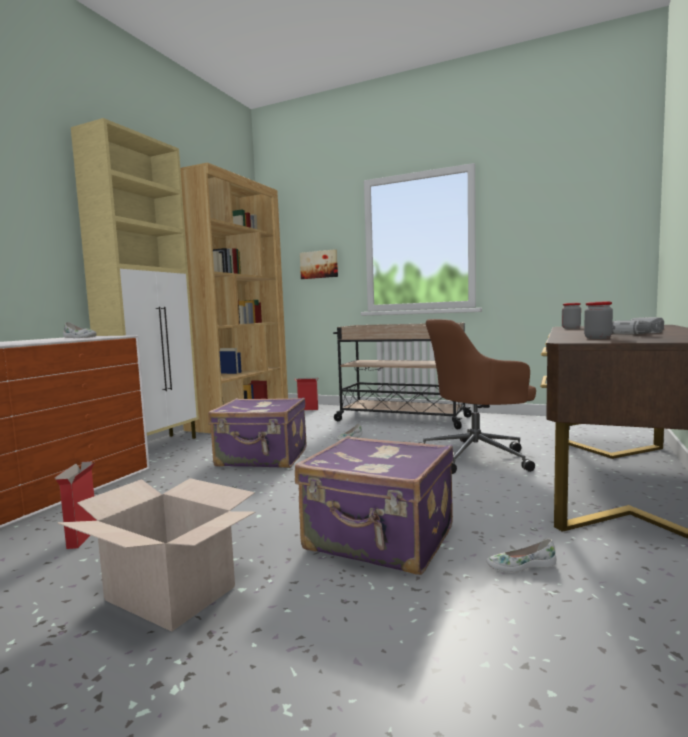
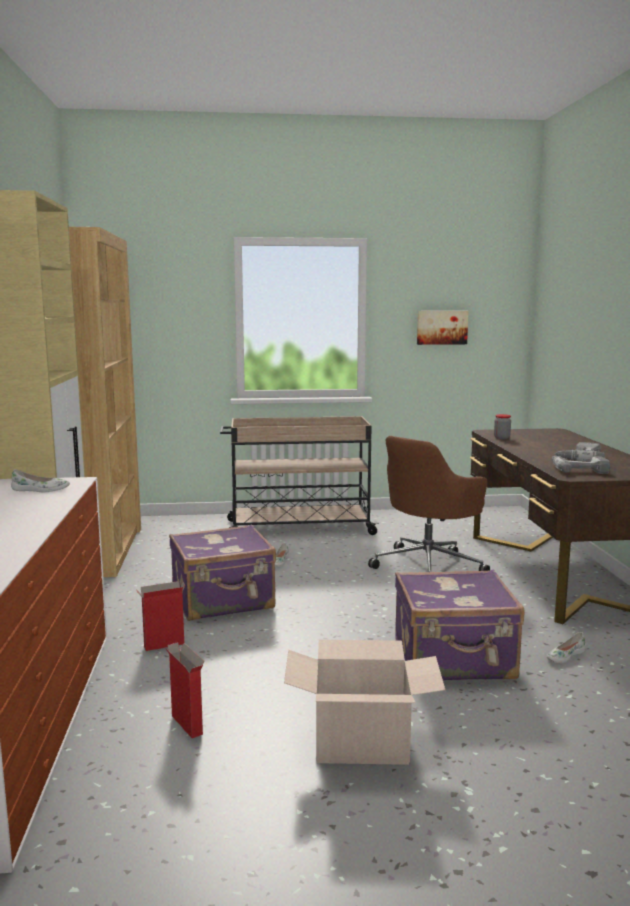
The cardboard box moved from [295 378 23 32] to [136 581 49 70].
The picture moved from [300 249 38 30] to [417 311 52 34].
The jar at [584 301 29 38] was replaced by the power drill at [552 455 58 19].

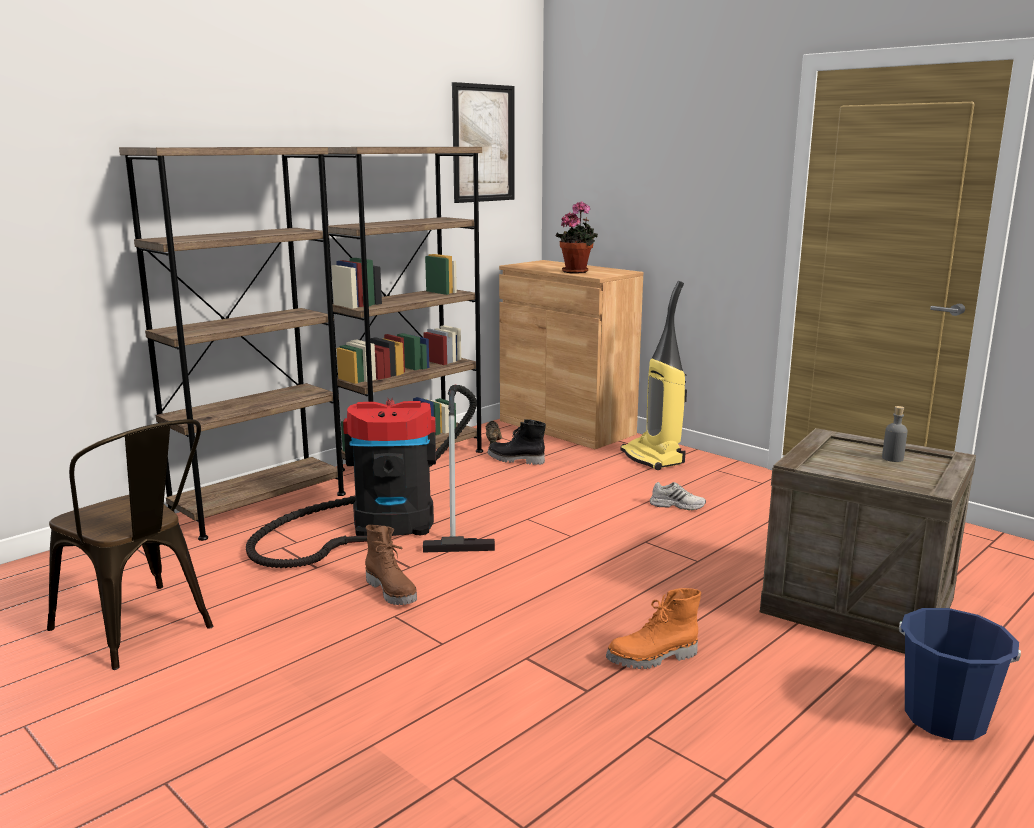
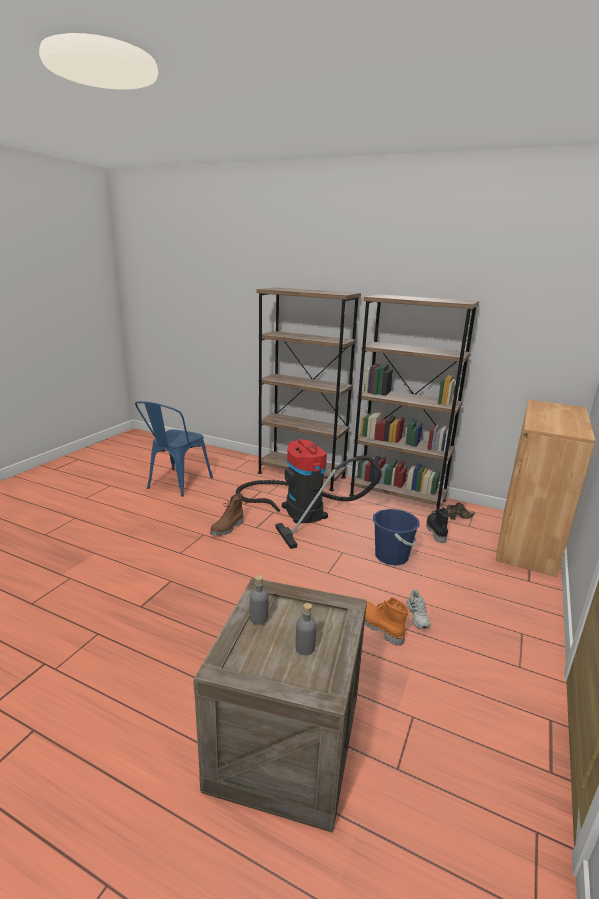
The chair (brown) at [47 419 166 251] became the chair (blue) at [135 401 78 96].
The picture at [452 82 63 121] disappeared.
The potted plant at [555 201 43 72] disappeared.
The boot (orange) moved from [606 588 95 81] to [365 597 44 49].
The vacuum cleaner at [620 281 67 189] disappeared.
The bucket (blue) moved from [899 608 122 132] to [373 509 47 57].
The bottle (grey) at [250 575 19 50] appeared.

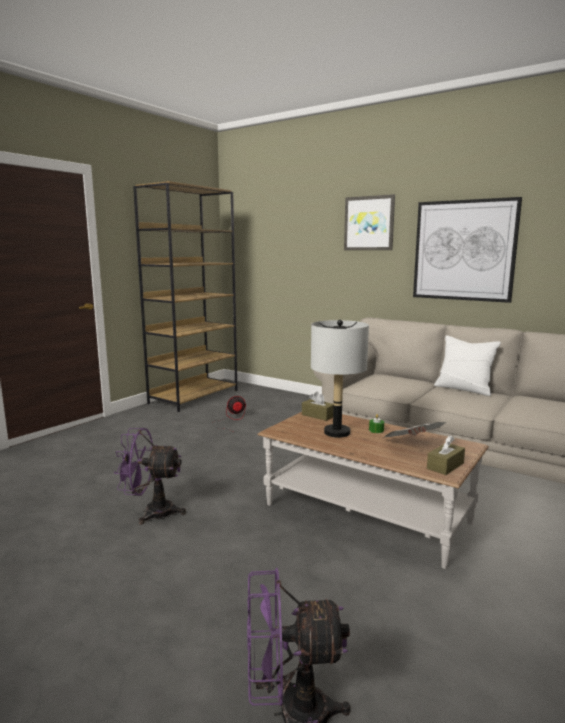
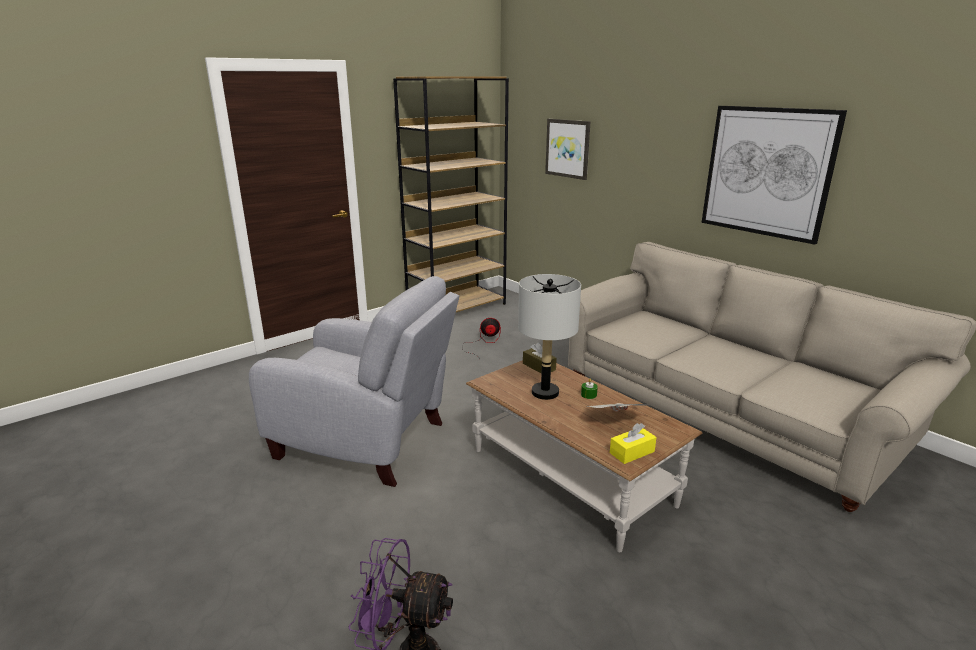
The fan (purple) at [114 428 72 97] was replaced by the armchair (grey) at [249 276 210 211].
The picture moved from [344 194 51 56] to [545 119 45 61].
The tissue box (brown) at [427 435 38 40] became the tissue box (yellow) at [610 423 47 41].
The pillow (white) at [434 335 67 61] disappeared.

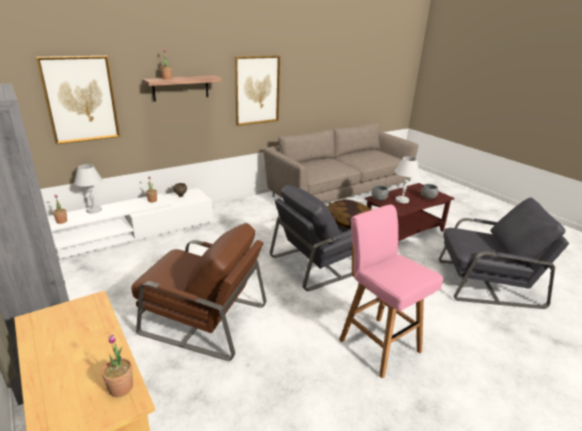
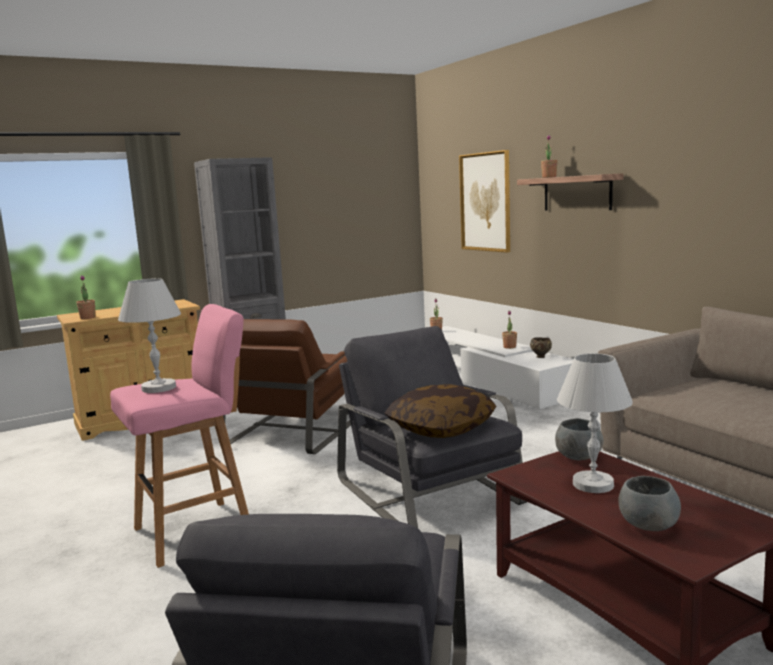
The table lamp (white) moved from [74 164 28 50] to [118 278 63 115].
The picture at [235 55 45 71] disappeared.

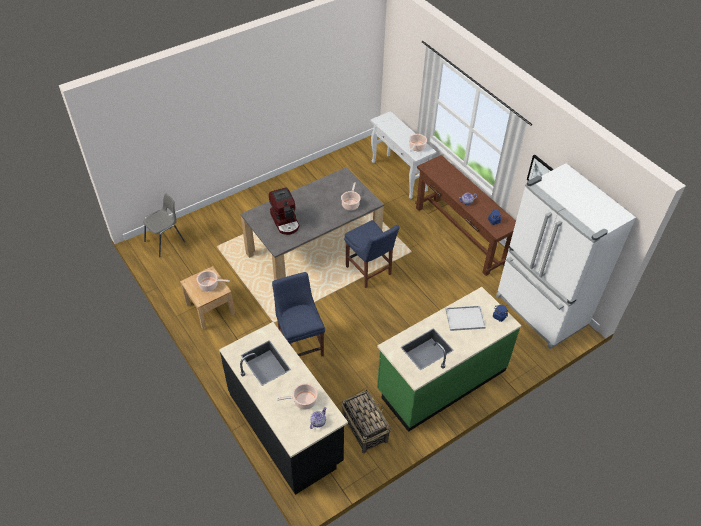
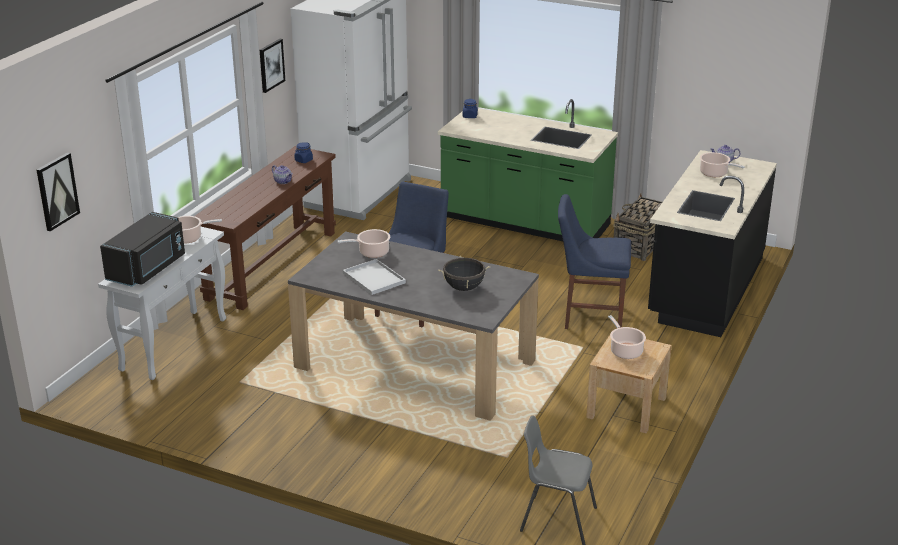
The coffee machine at [269 187 31 48] was replaced by the cooking pot (black) at [438 256 52 35].
The chair (blue) at [272 272 53 85] turned 60 degrees clockwise.
The tray (white) moved from [445 305 41 26] to [343 259 63 36].
The picture at [37 153 43 78] appeared.
The microwave (black) at [100 212 85 75] appeared.

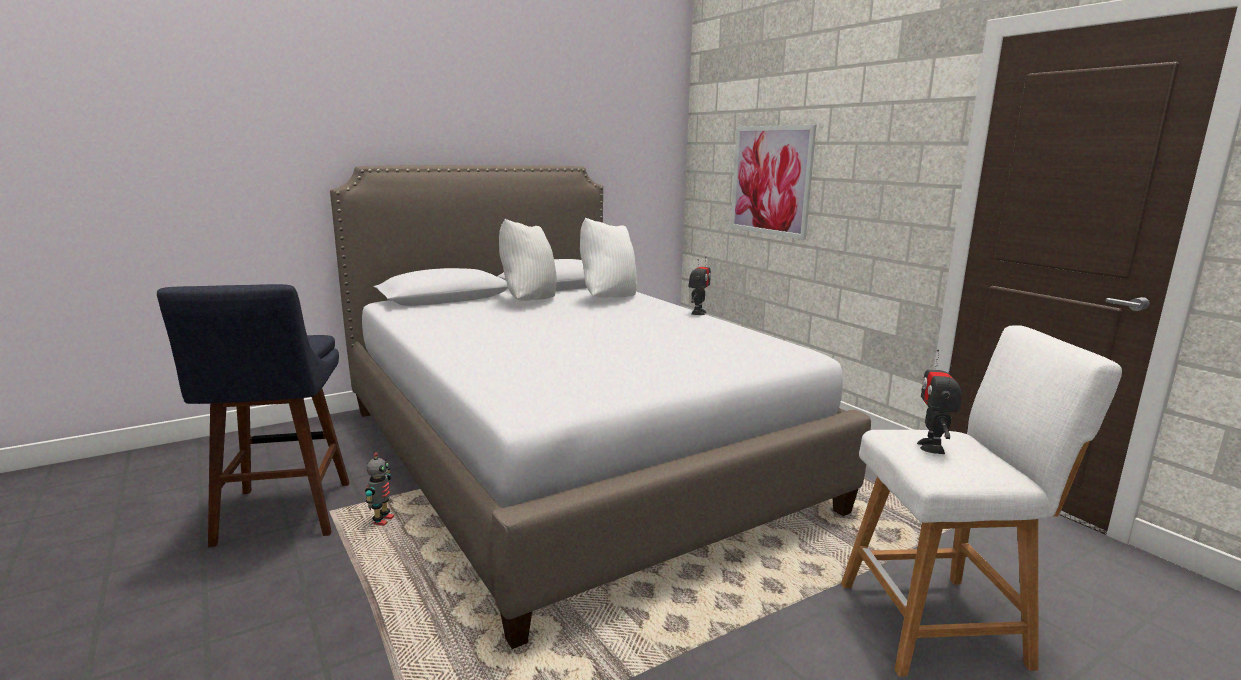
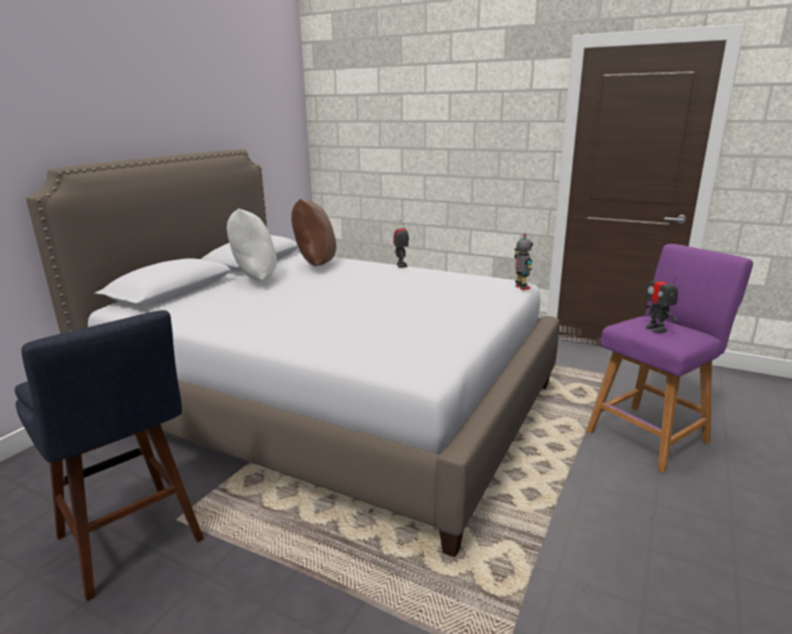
The toy robot moved from [365 452 29 74] to [514 233 19 57].
The pillow (white) at [580 217 57 81] became the pillow (brown) at [291 199 45 67].
The picture at [730 125 86 114] disappeared.
The stool (white) at [841 325 281 352] became the stool (purple) at [586 244 167 229].

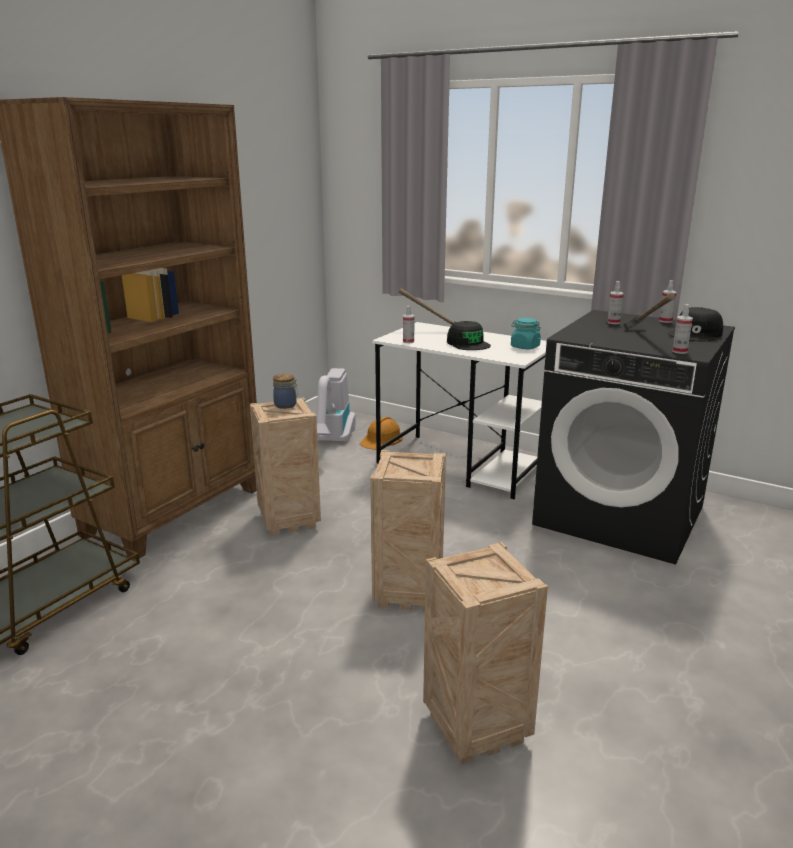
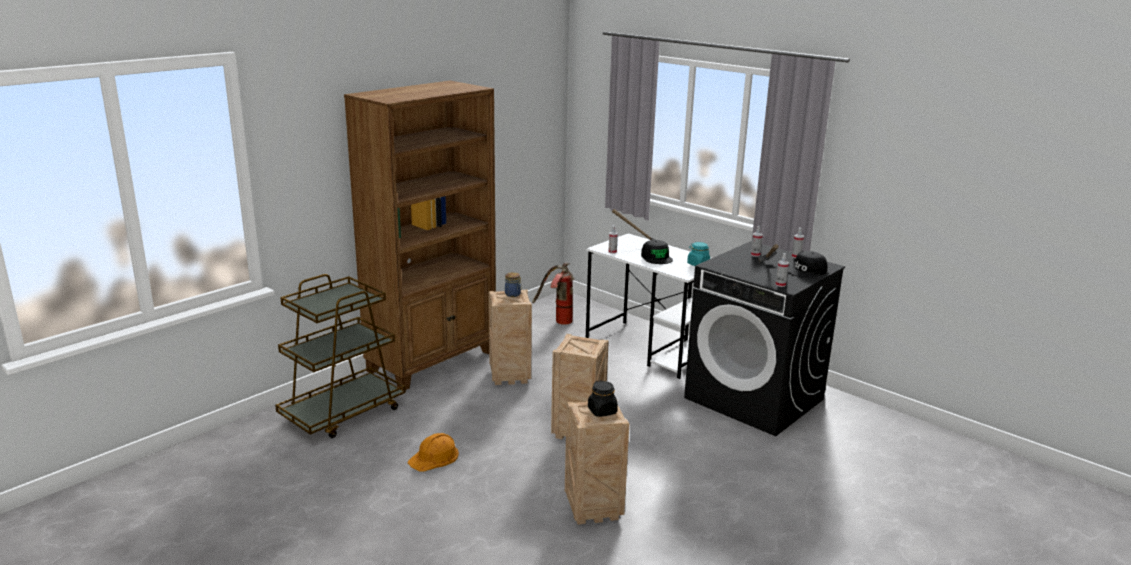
The vacuum cleaner at [316 368 40 75] was replaced by the fire extinguisher at [532 263 42 62].
The hard hat (orange) moved from [360 417 43 33] to [408 433 51 39].
The jar (black) at [588 380 30 37] appeared.

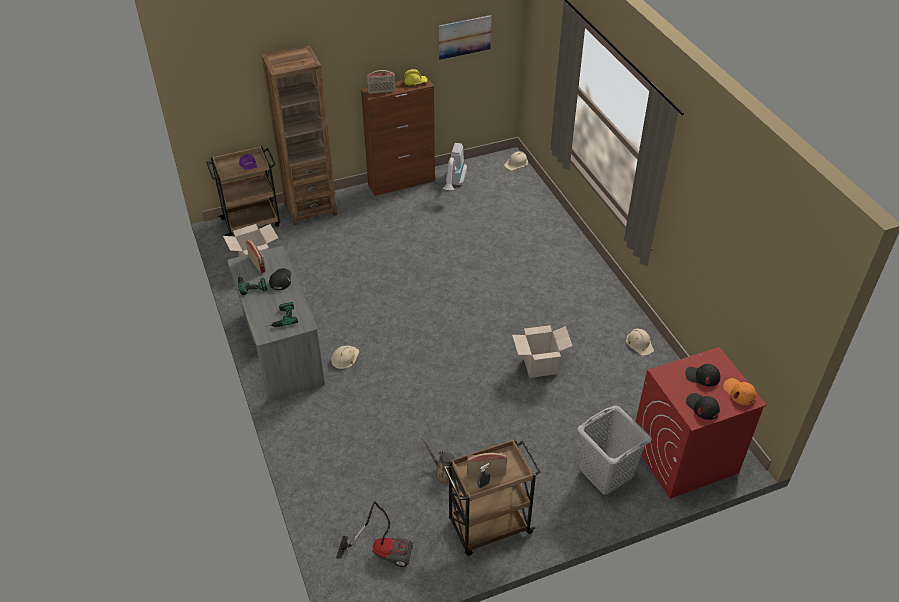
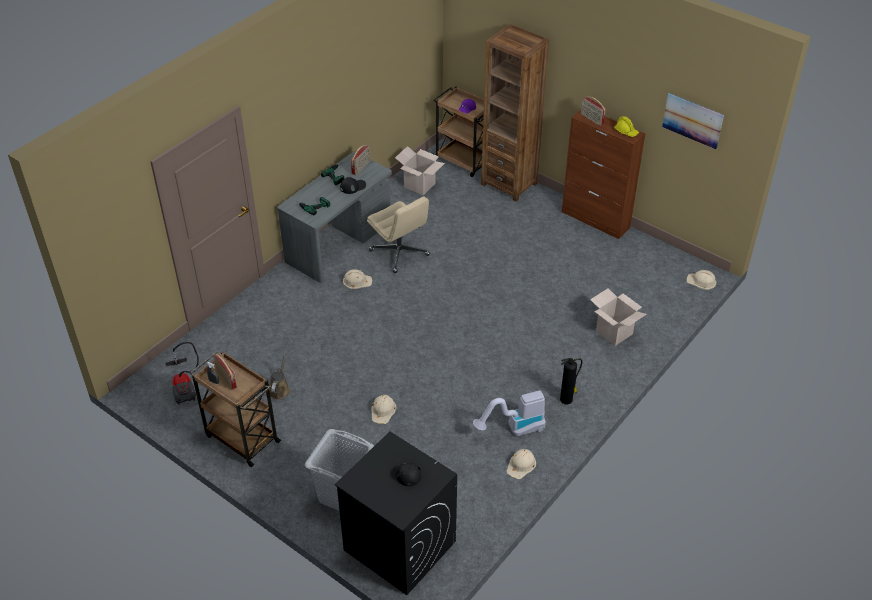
The vacuum cleaner moved from [443 143 24 47] to [473 390 73 46].
The cardboard box moved from [512 325 61 53] to [590 288 56 58].
The washing machine (red) at [635 347 132 151] became the washing machine (black) at [335 432 122 163].
The cap (black) at [686 393 34 27] disappeared.
The cap (orange) at [723 378 33 27] disappeared.
The office chair (beige) at [367 196 63 77] appeared.
The hard hat (beige) at [371 395 26 29] appeared.
The fire extinguisher at [560 358 22 46] appeared.

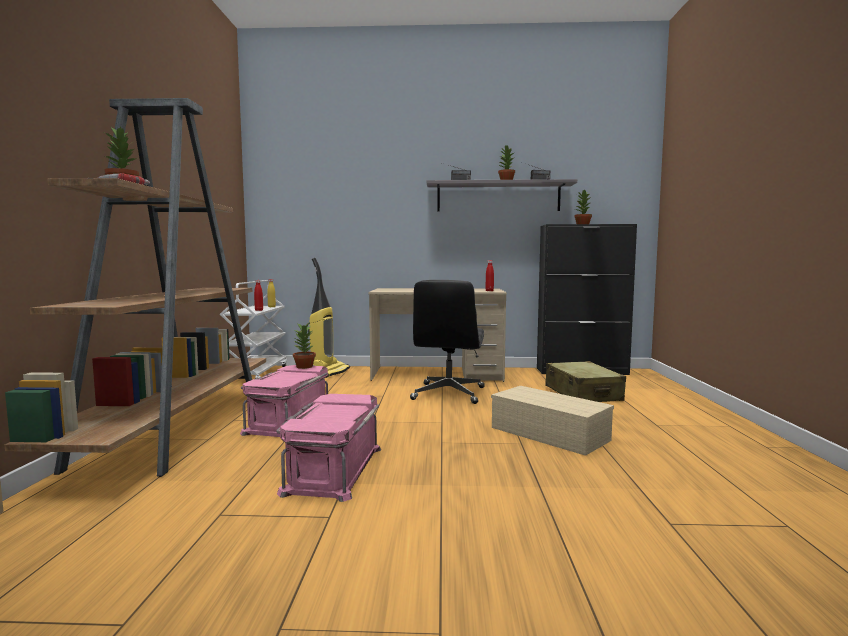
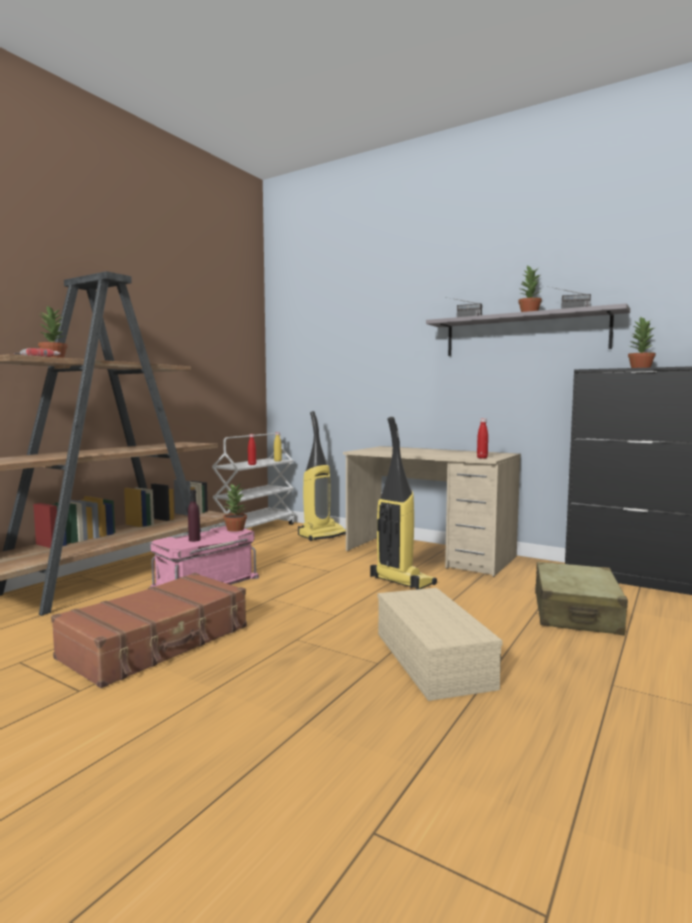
The storage box (pink) at [276 394 105 108] was replaced by the suitcase (brown) at [51 573 196 115].
The office chair (black) at [410 280 75 124] was replaced by the vacuum cleaner at [370 417 67 173].
The bottle (purple) at [188 490 12 52] appeared.

